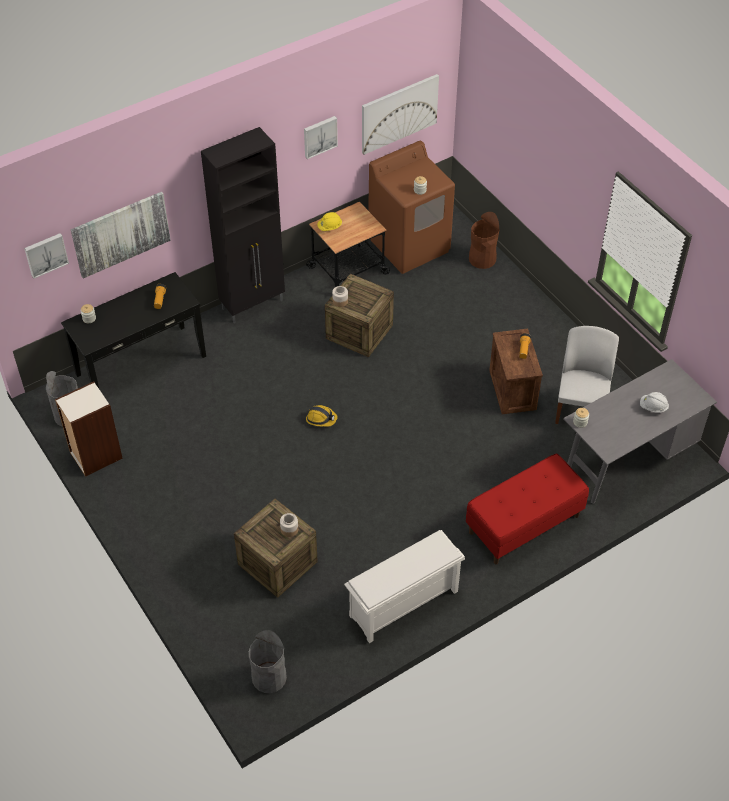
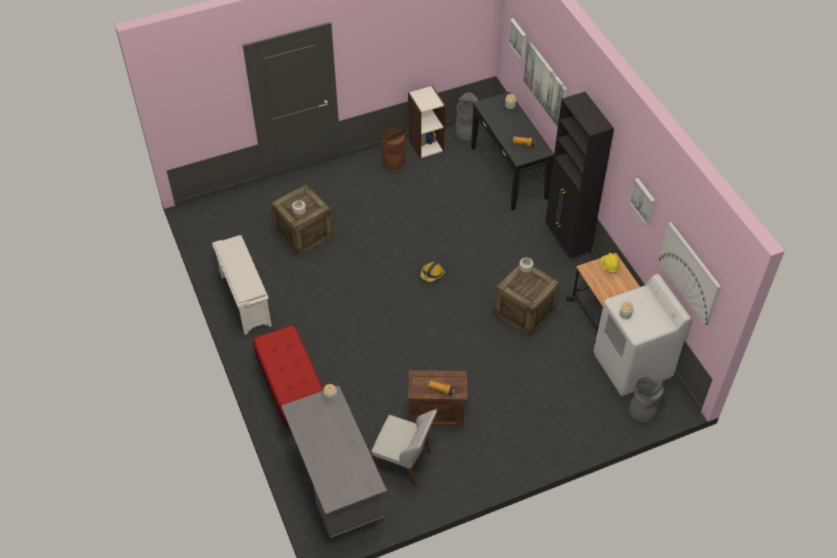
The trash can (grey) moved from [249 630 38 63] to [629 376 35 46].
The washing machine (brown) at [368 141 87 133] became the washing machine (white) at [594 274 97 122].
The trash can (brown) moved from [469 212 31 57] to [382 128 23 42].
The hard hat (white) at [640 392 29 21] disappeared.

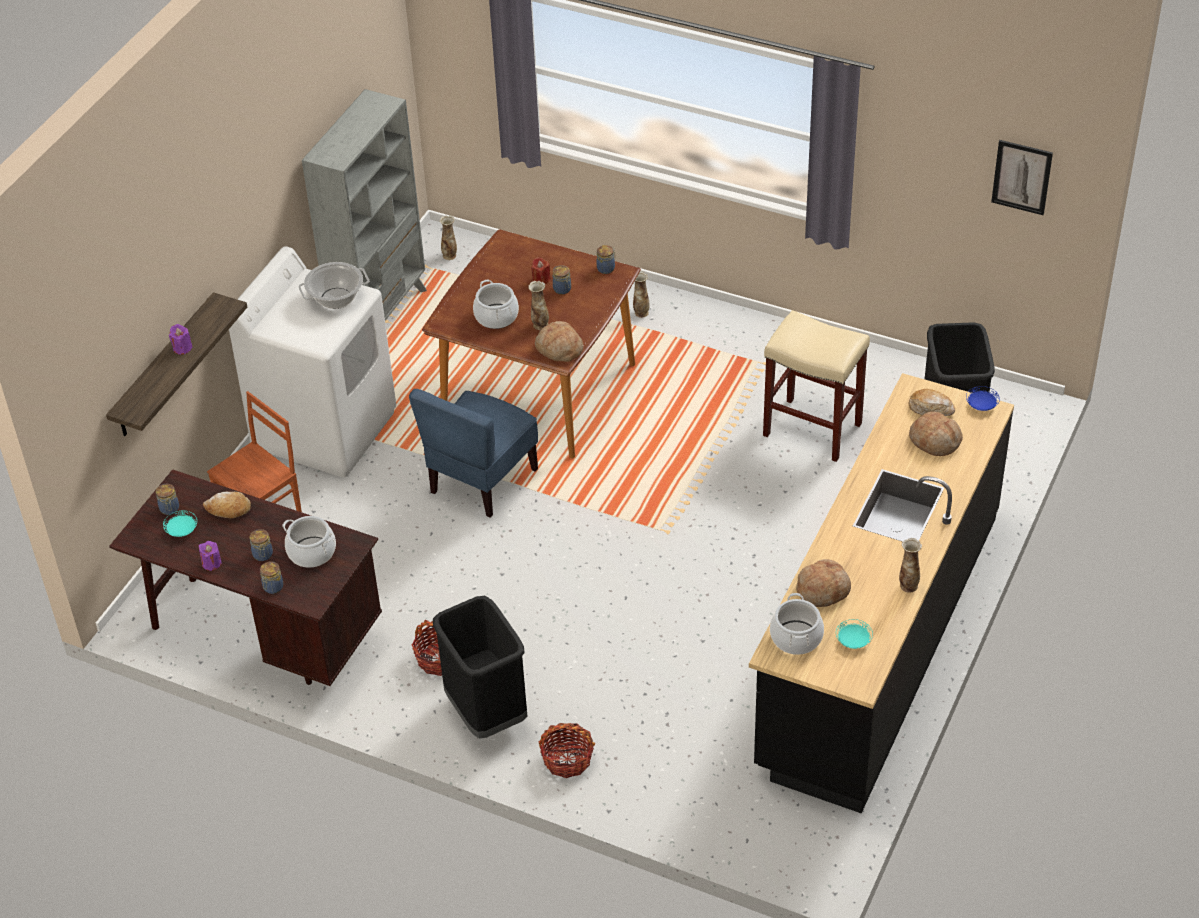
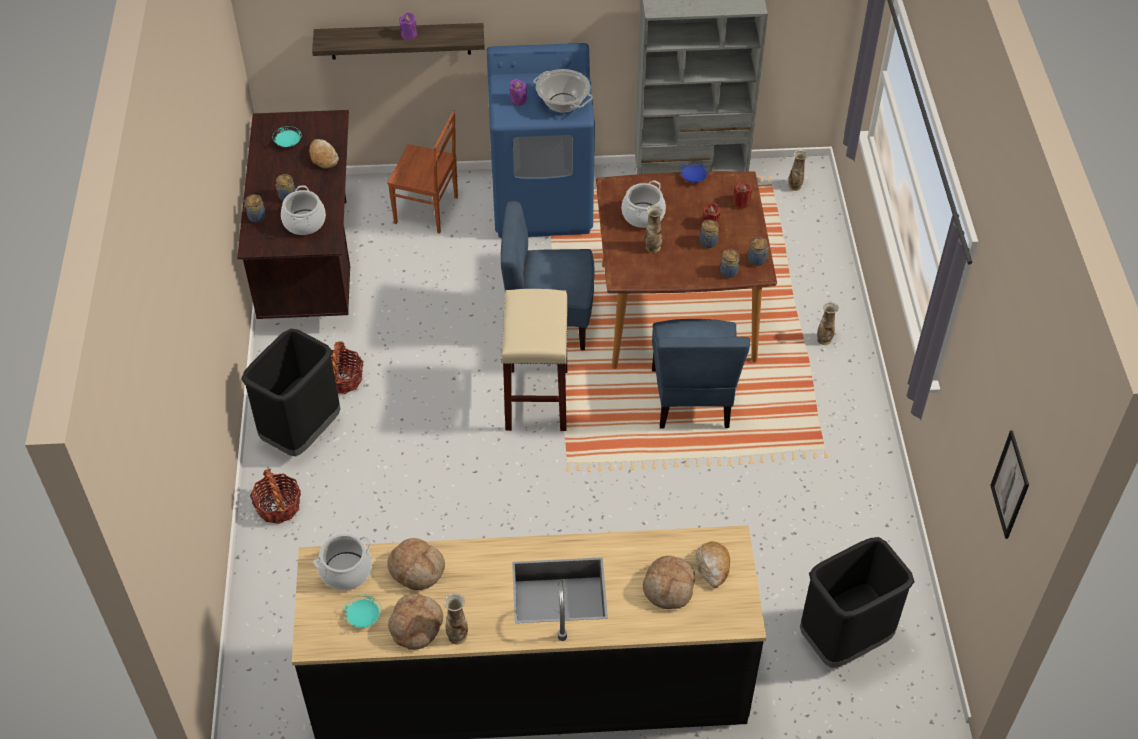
The jar moved from [156 484 23 31] to [720 249 20 29].
The candle (purple) moved from [199 541 22 30] to [510 79 17 26].
The washing machine (white) at [229 246 167 232] became the washing machine (blue) at [487 43 108 195].
The bread moved from [535 321 48 41] to [388 594 55 56].
The stool (beige) moved from [763 310 107 152] to [501 289 67 142].
The plate (blue) moved from [966 386 34 25] to [680 161 29 22].
The chair (blue) at [652 319 98 110] appeared.
The candle (red) at [733 183 20 26] appeared.

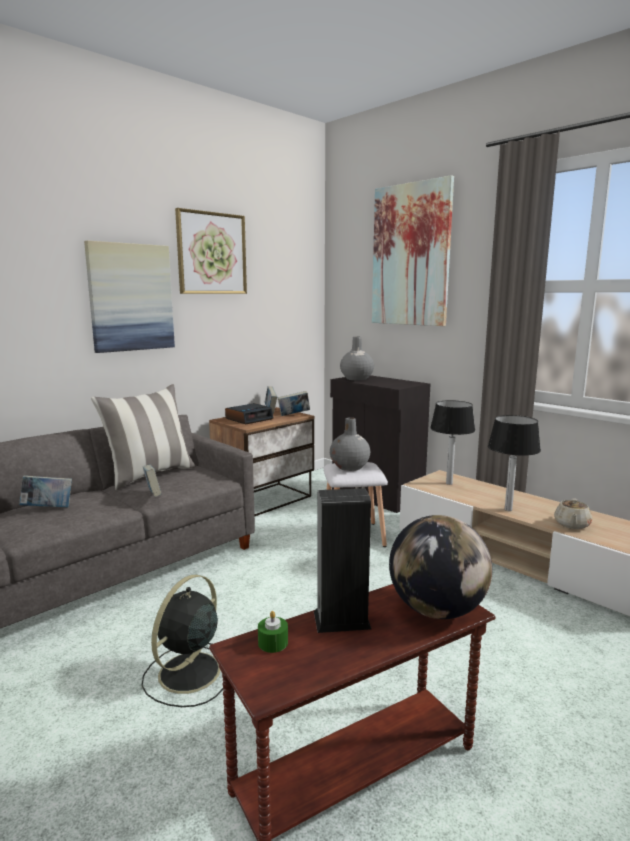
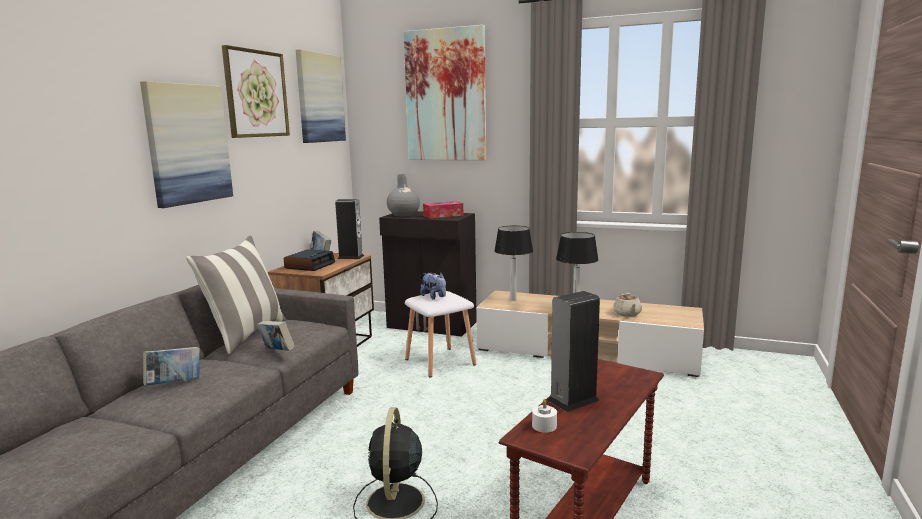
The candle (green) at [258 611 30 42] became the candle (white) at [532 399 25 34].
The book at [278 391 32 25] was replaced by the speaker at [335 199 29 60].
The vase (grey) at [330 417 40 54] was replaced by the plush toy at [420 273 26 27].
The globe at [389 515 103 104] disappeared.
The picture at [296 49 50 94] appeared.
The tissue box at [423 201 41 17] appeared.

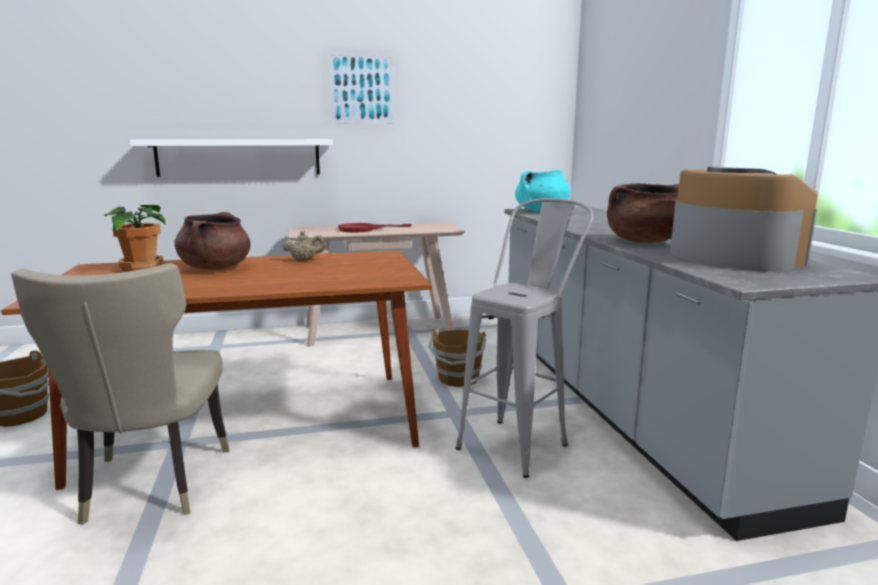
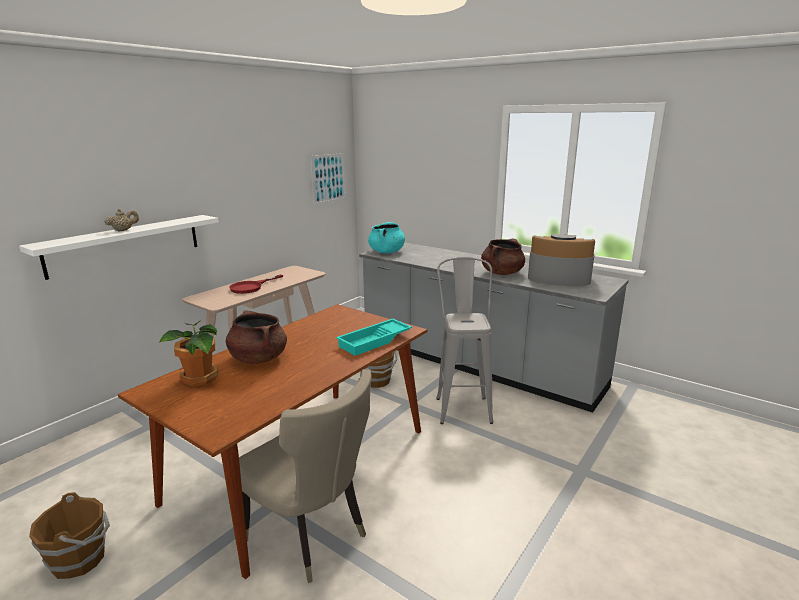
The teapot (beige) moved from [283 231 42 30] to [104 208 35 24].
The picture moved from [326 53 69 70] to [311 153 35 52].
The tray (turquoise) at [336 319 76 37] appeared.

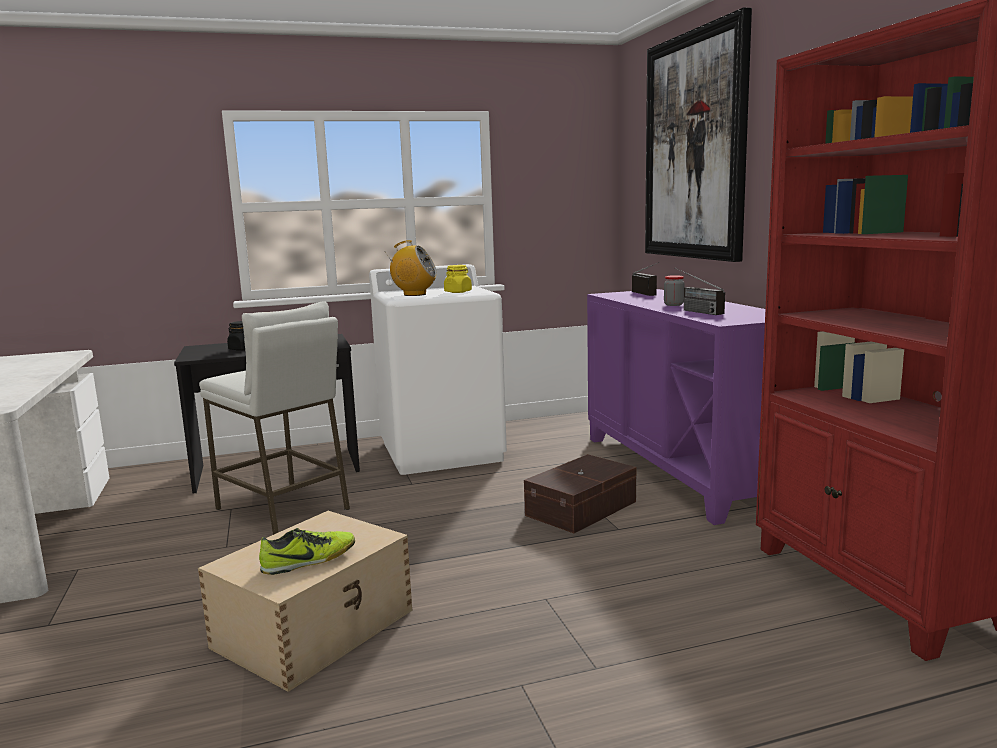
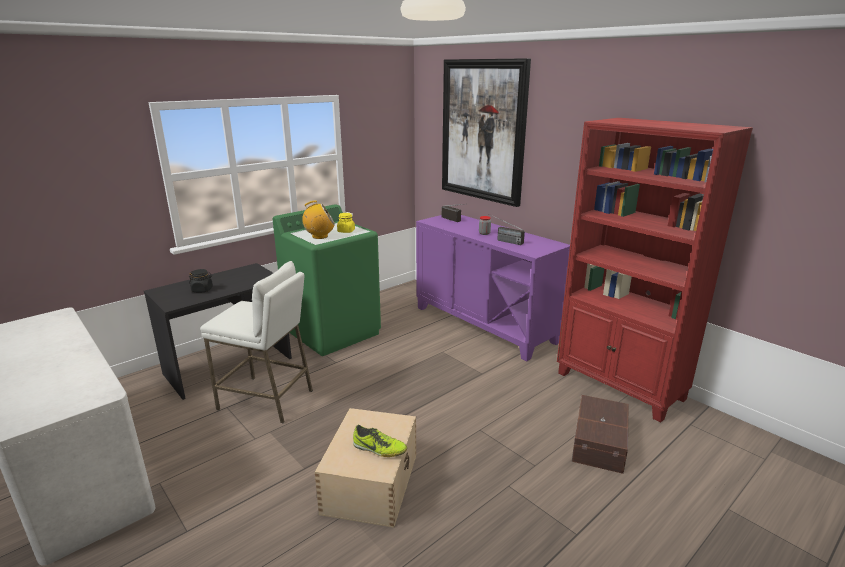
The shoe at [259 528 96 47] turned 75 degrees clockwise.
The washing machine (white) at [369 264 138 211] became the washing machine (green) at [273 204 108 152].
The storage box (brown) moved from [524 454 112 79] to [572 395 57 79].

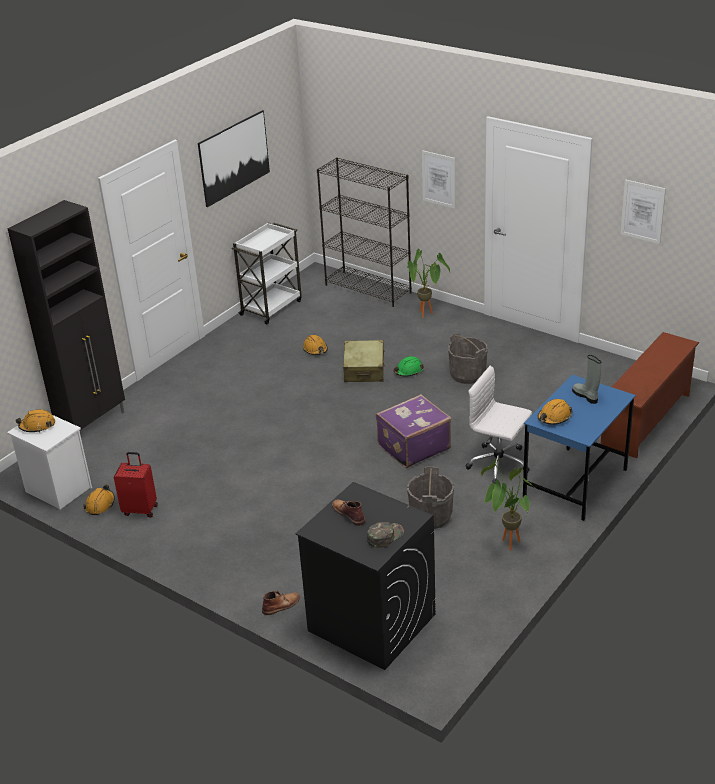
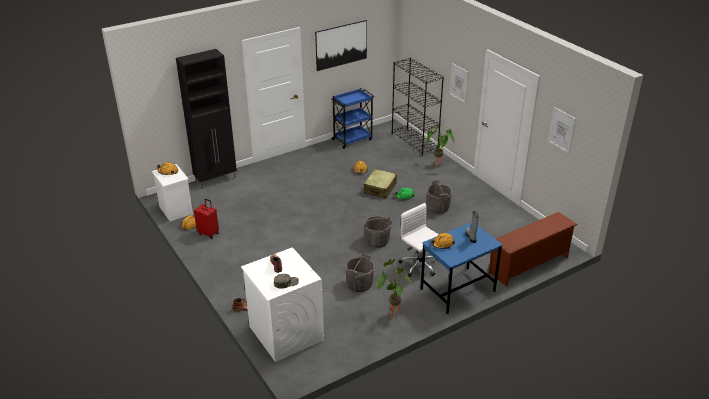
The cart (white) at [232 222 70 103] became the cart (blue) at [331 88 44 61].
The washing machine (black) at [295 482 141 188] became the washing machine (white) at [241 247 83 115].
The suitcase (purple) at [376 394 75 74] was replaced by the bucket (grey) at [364 216 28 32].

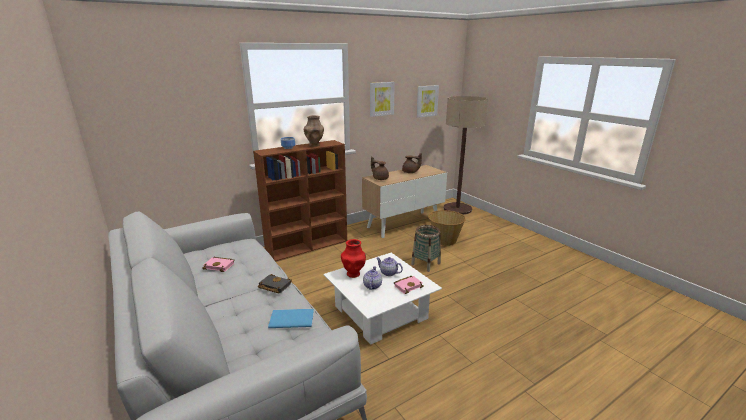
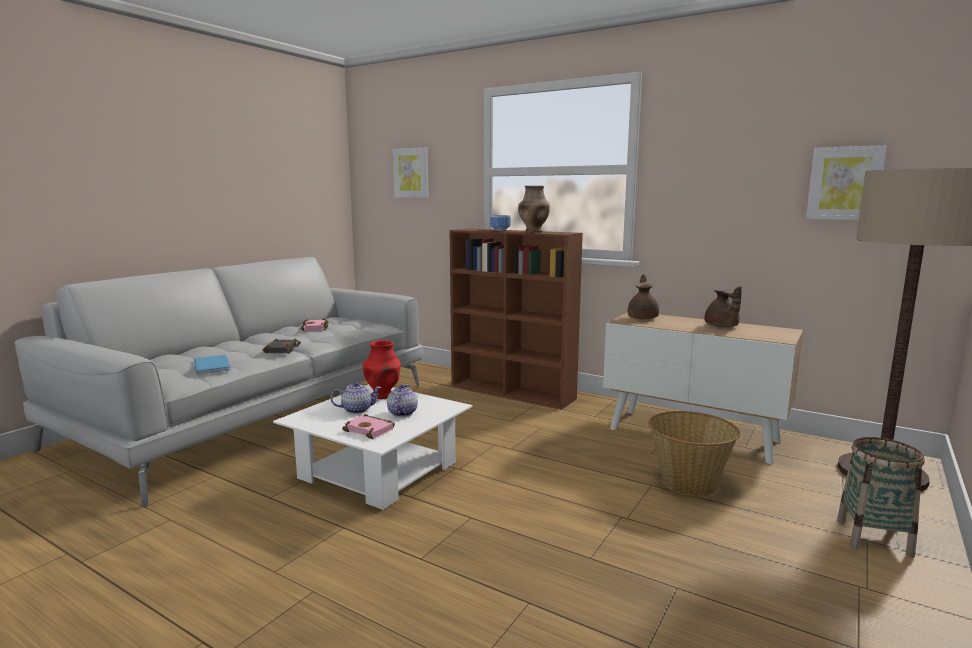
The picture moved from [370 82 25 35] to [393 147 36 51].
The basket moved from [411 225 30 47] to [837 437 88 121].

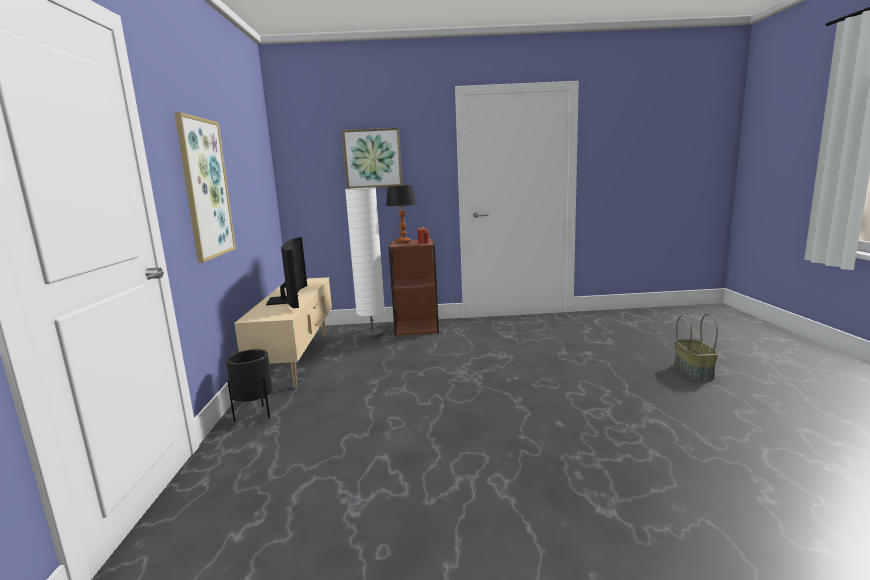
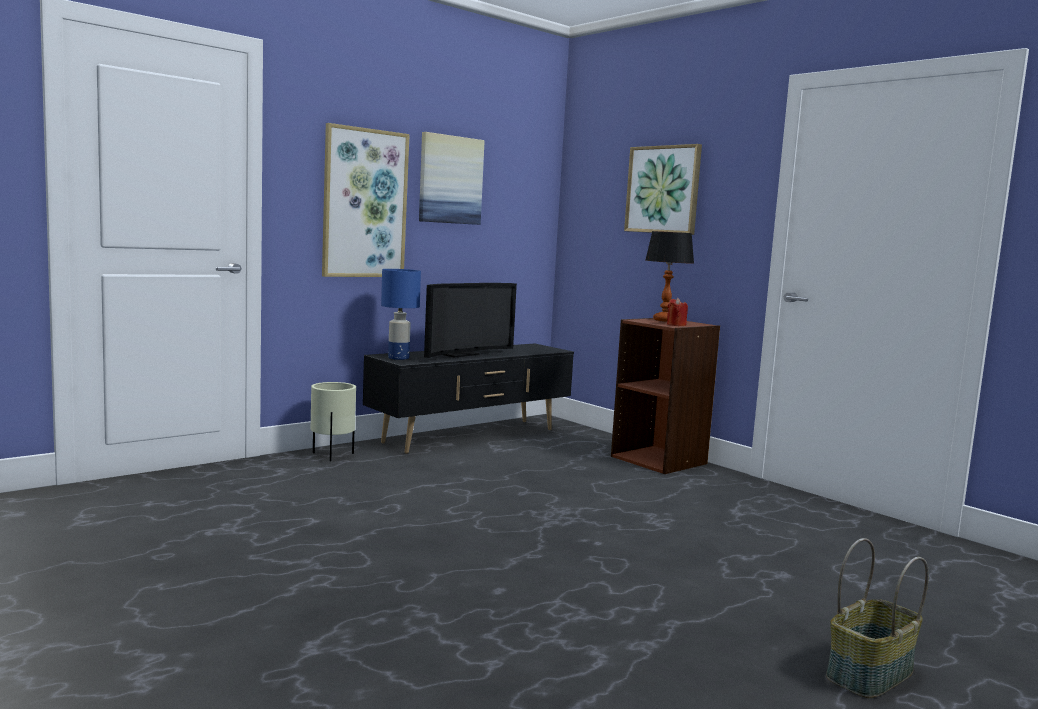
The planter (black) at [226 349 47 73] became the planter (beige) at [311 382 45 79].
The tv stand (beige) at [234 277 98 111] became the tv stand (black) at [363 343 211 111].
The floor lamp (white) at [345 188 40 151] disappeared.
The table lamp (blue) at [381 269 40 91] appeared.
The picture at [419 132 66 93] appeared.

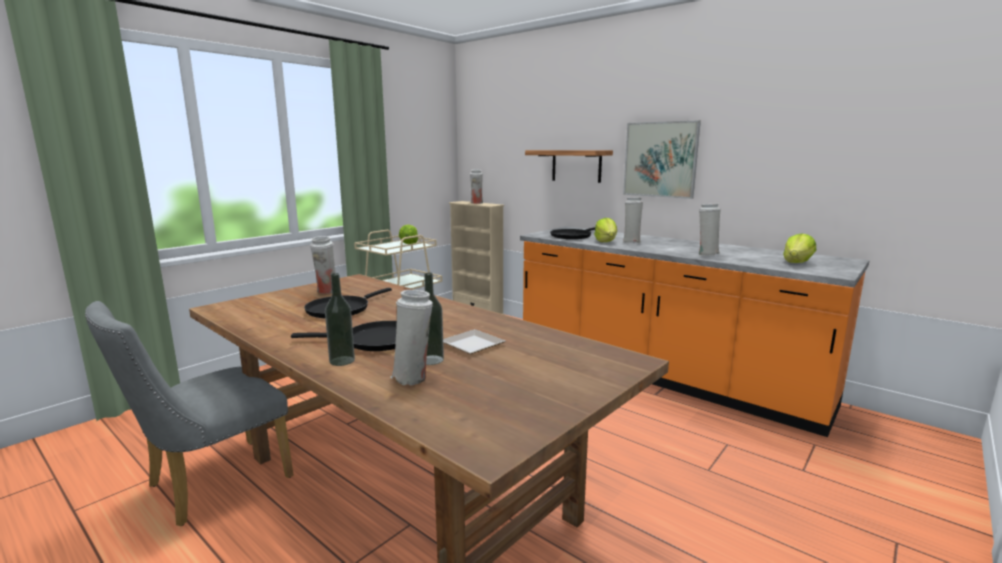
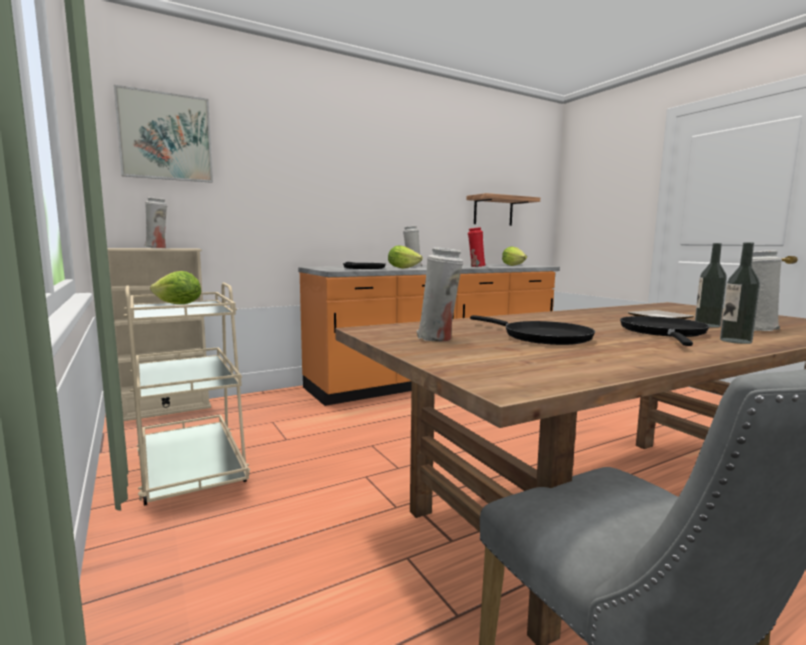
The shelf moved from [525 150 88 33] to [466 193 74 33].
The picture moved from [623 120 78 79] to [114 85 99 98].
The vase (white) at [699 204 22 51] became the vase (red) at [468 227 18 40].

